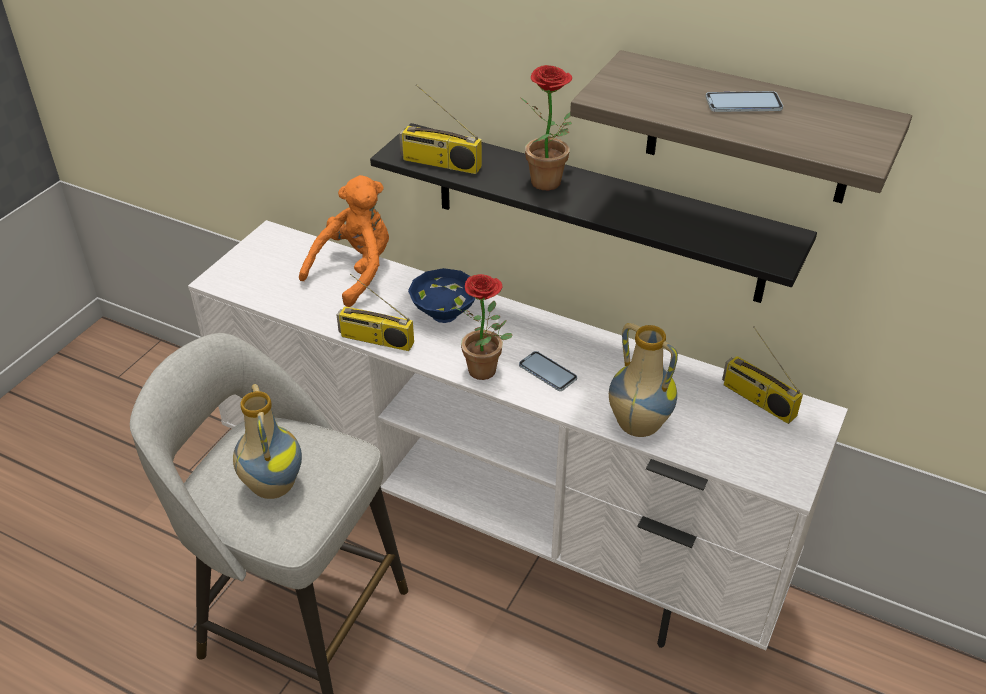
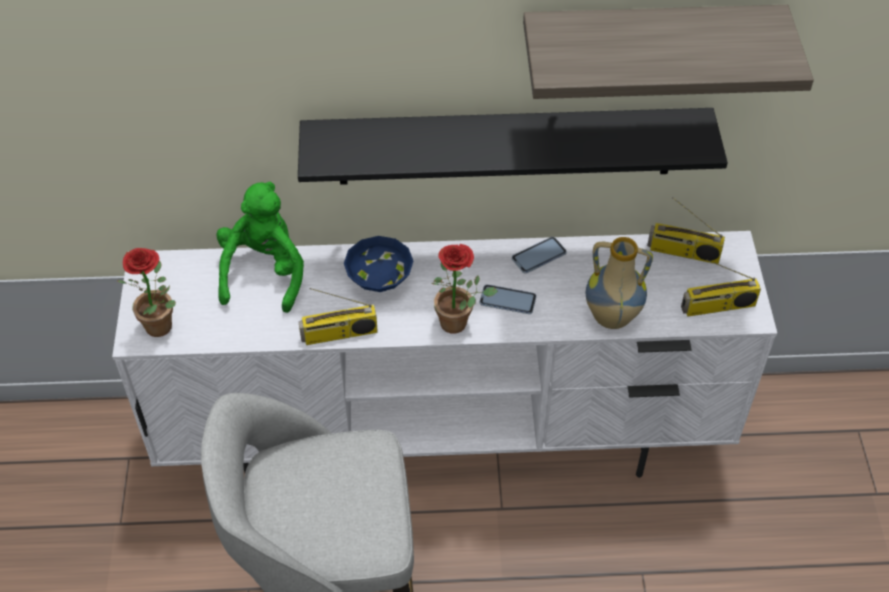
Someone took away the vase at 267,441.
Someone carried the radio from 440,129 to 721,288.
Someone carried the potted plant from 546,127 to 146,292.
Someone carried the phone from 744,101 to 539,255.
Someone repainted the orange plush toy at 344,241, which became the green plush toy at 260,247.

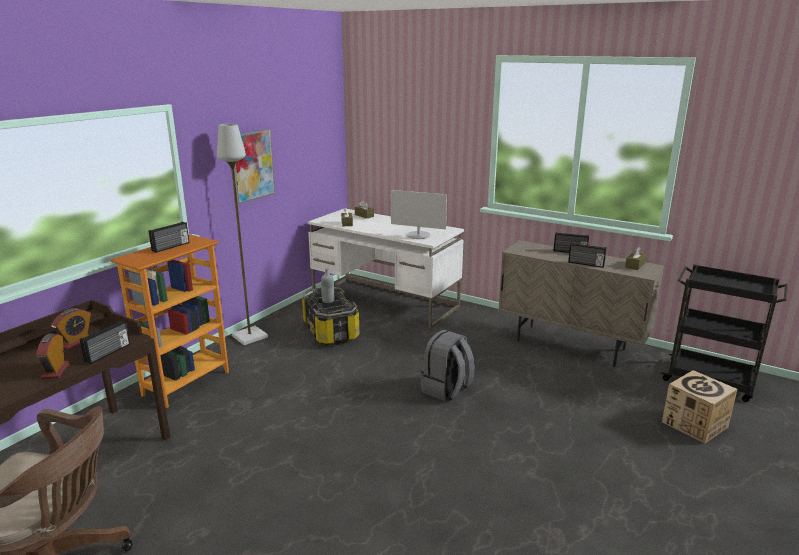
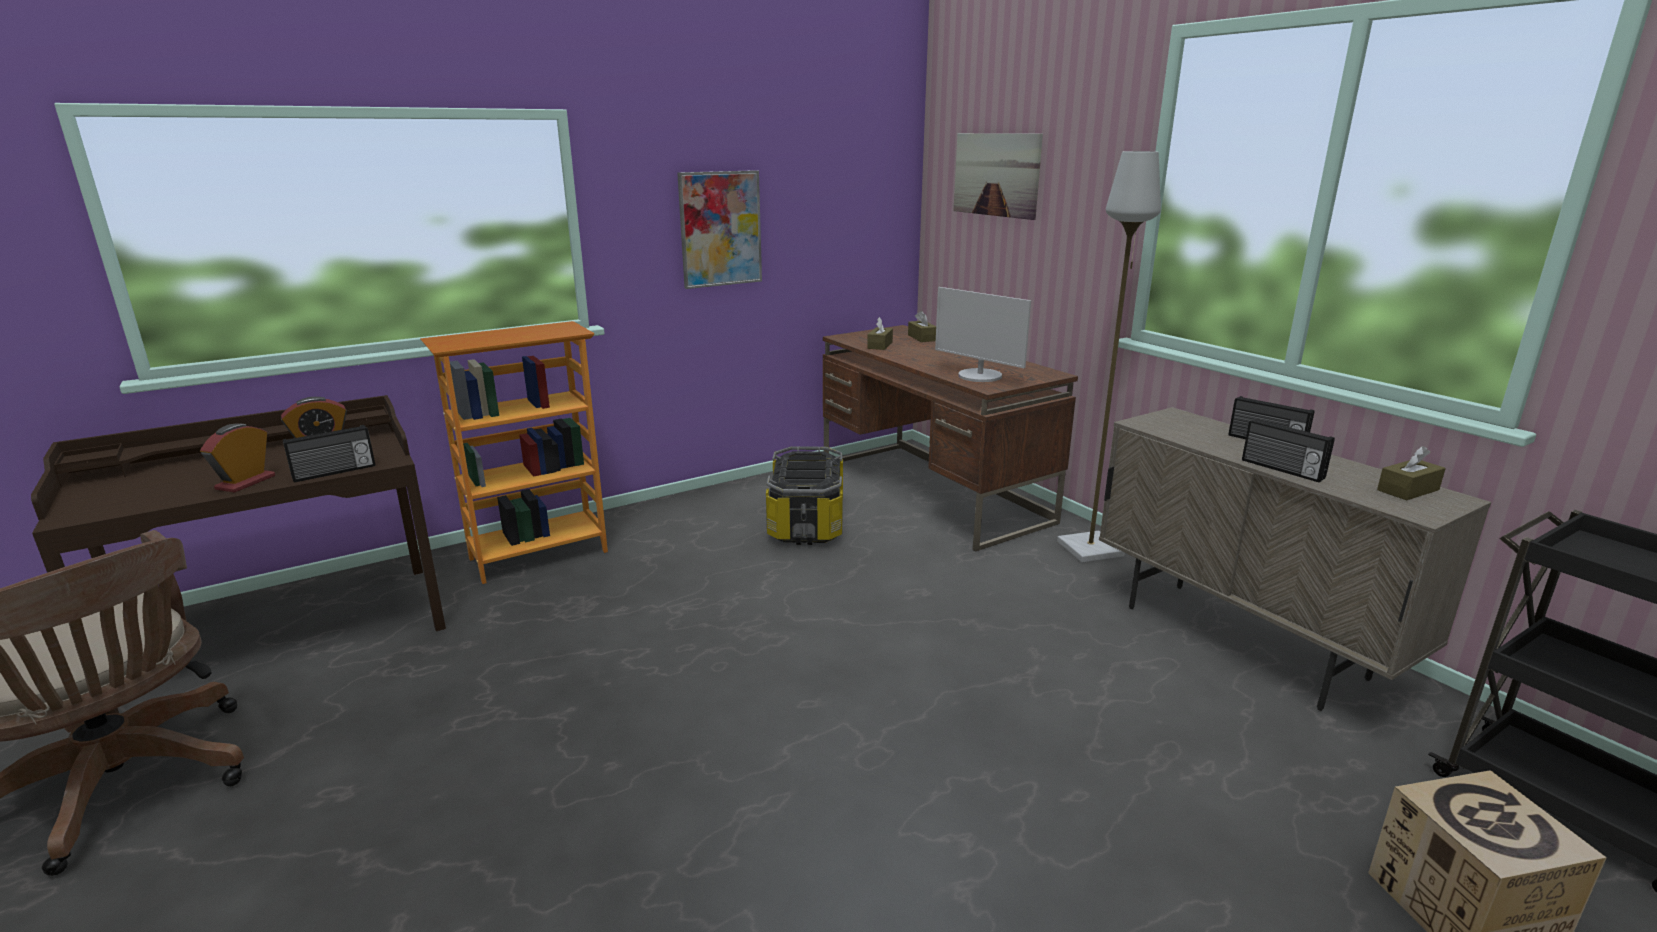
Someone took away the radio at 169,237.
Someone took away the grey bottle at 327,285.
Someone took away the grey backpack at 447,365.
Someone put up the picture at 998,176.
Someone carried the grey floor lamp from 242,234 to 1109,356.
Someone repainted the white desk at 386,269, which became the brown desk at 950,438.

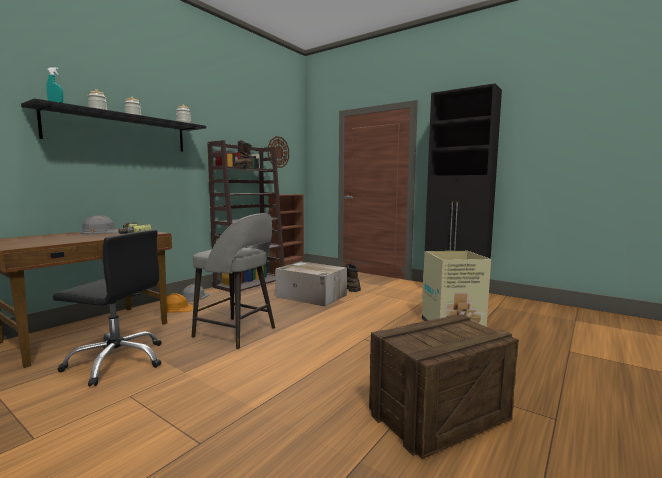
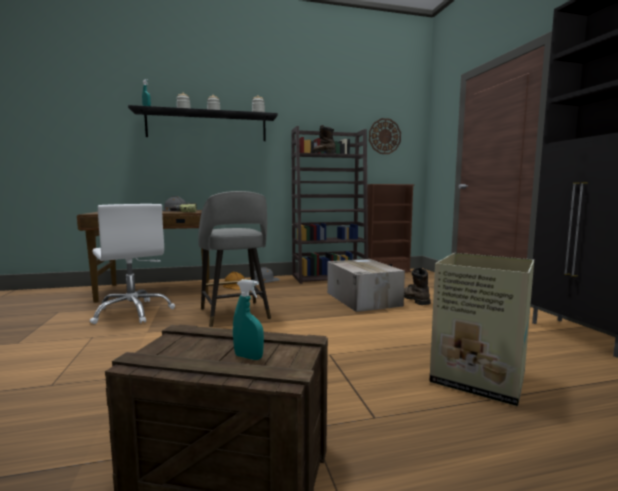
Someone put down the turquoise spray bottle at 248,319.
Someone repainted the black office chair at 107,308, which became the white office chair at 132,264.

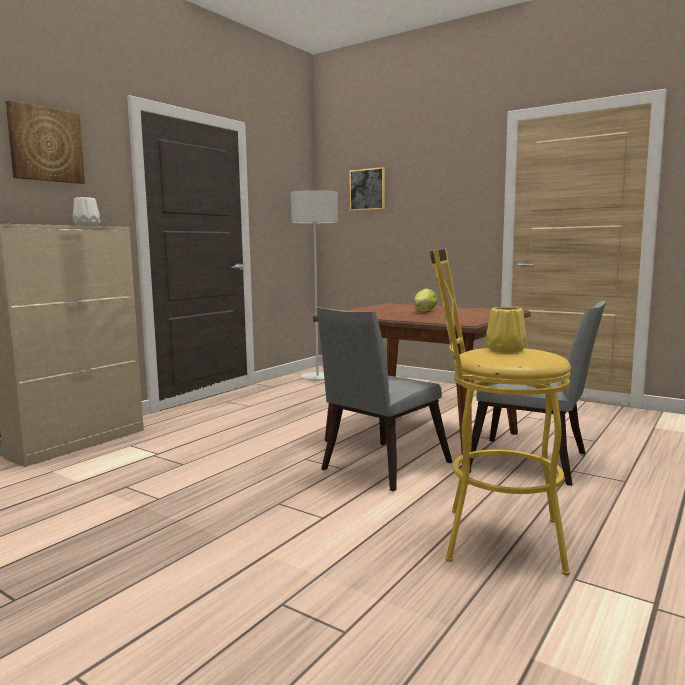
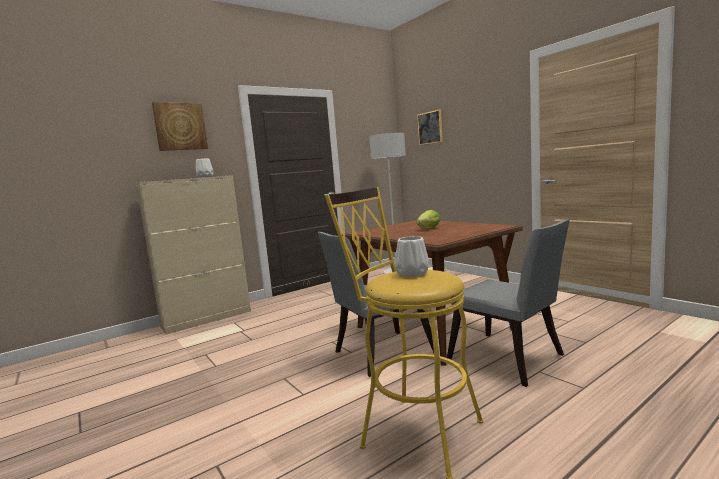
Someone repainted the yellow vase at 506,330, which became the white vase at 412,256.

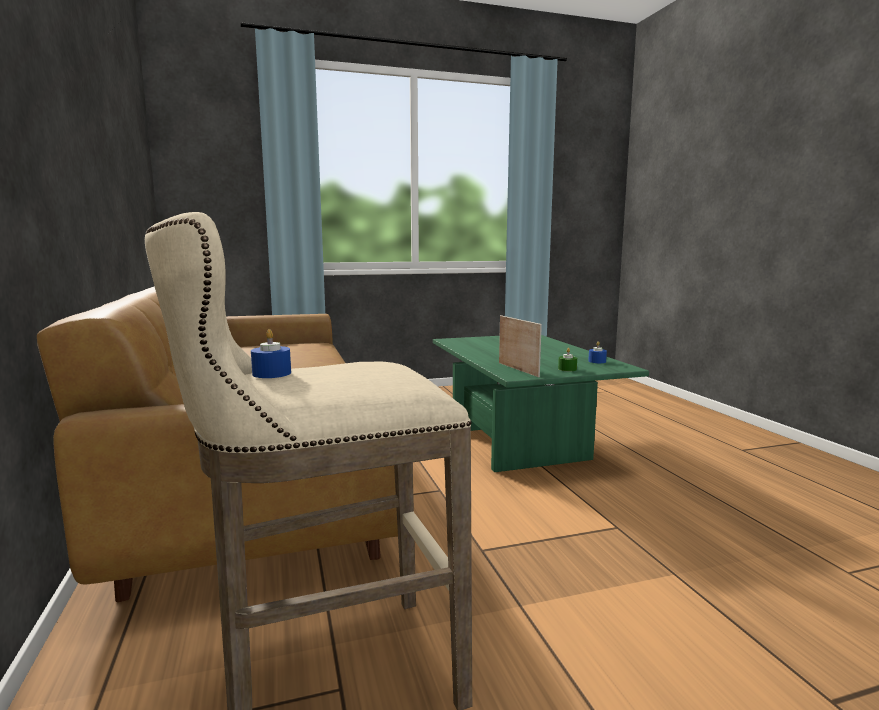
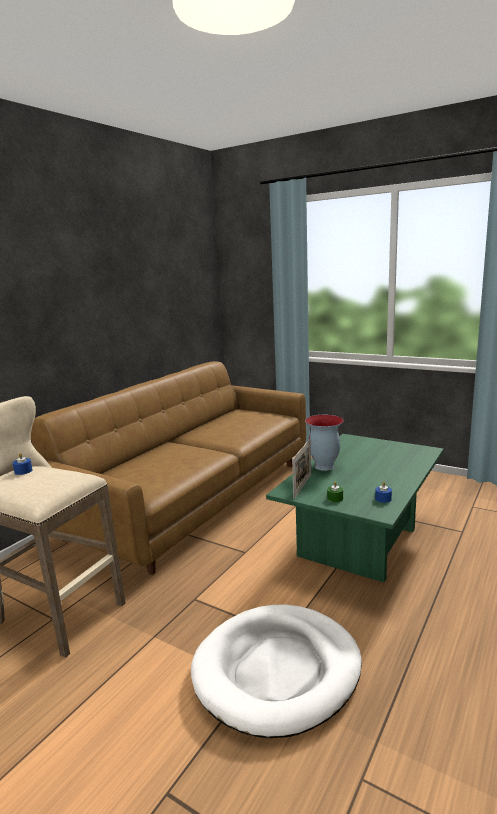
Someone put down the white dog bed at 276,671.
Someone put down the vase at 324,443.

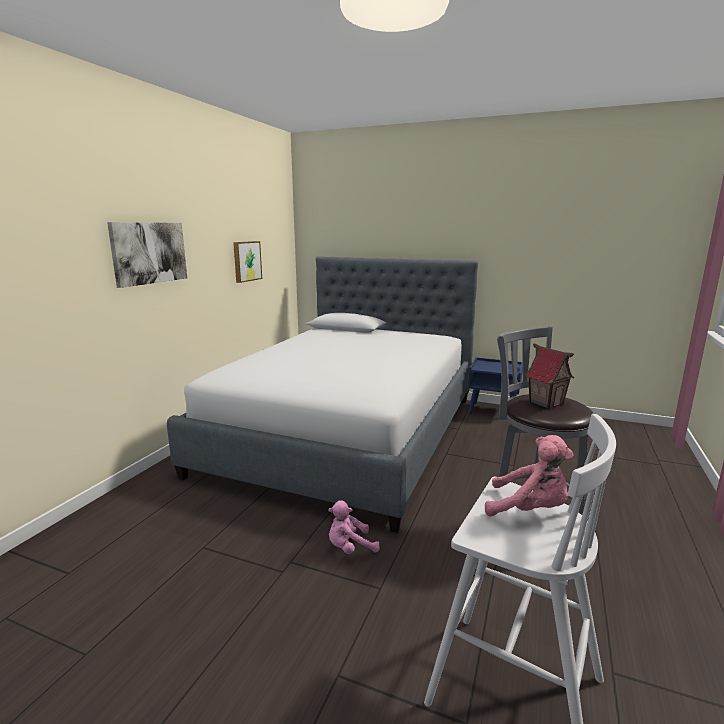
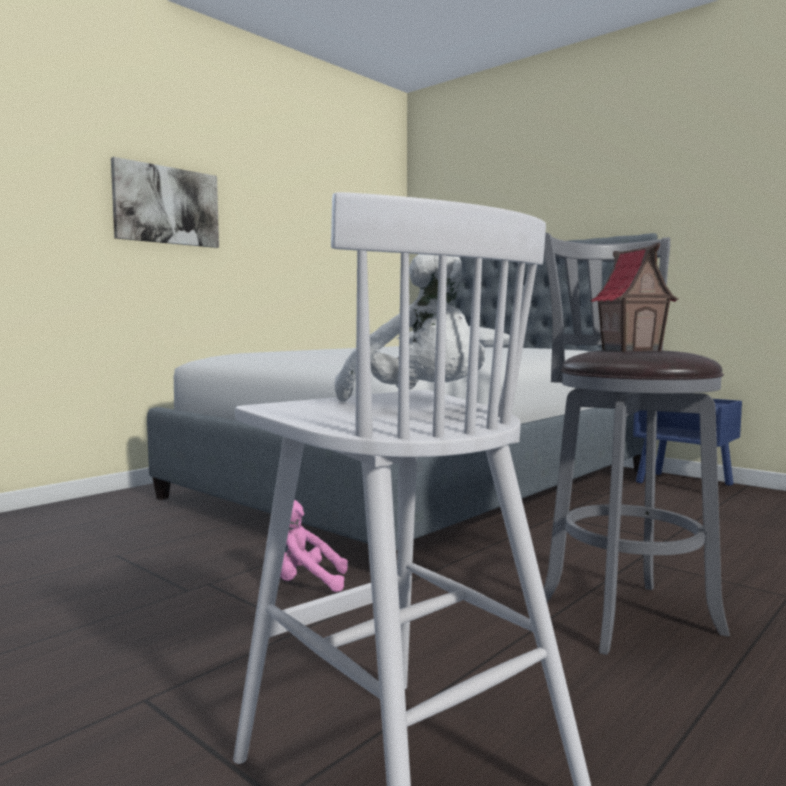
Someone took away the picture at 247,262.
Someone repainted the pink plush toy at 529,475, which became the white plush toy at 410,328.

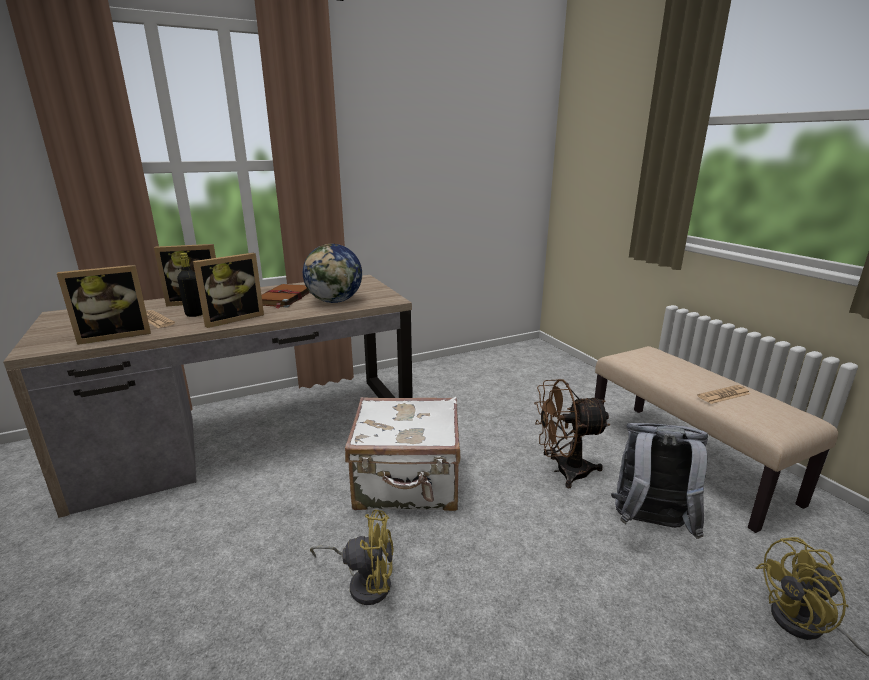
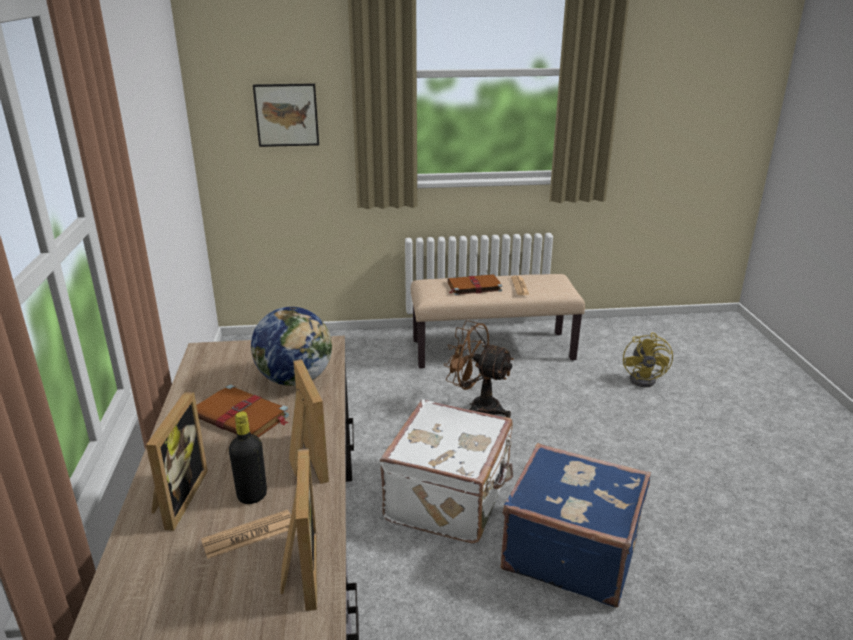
Someone took away the grey backpack at 659,481.
Someone put up the picture at 286,115.
Someone put down the brown book at 475,284.
Someone swapped the yellow fan at 352,557 for the blue suitcase at 576,525.
Someone rotated the brown fan at 572,434 by 105 degrees clockwise.

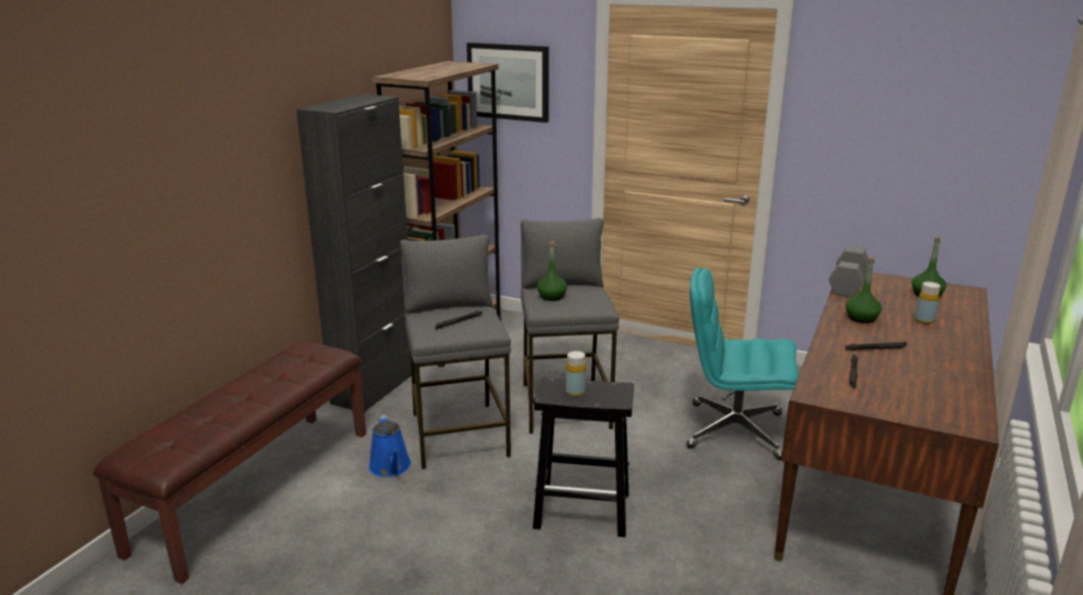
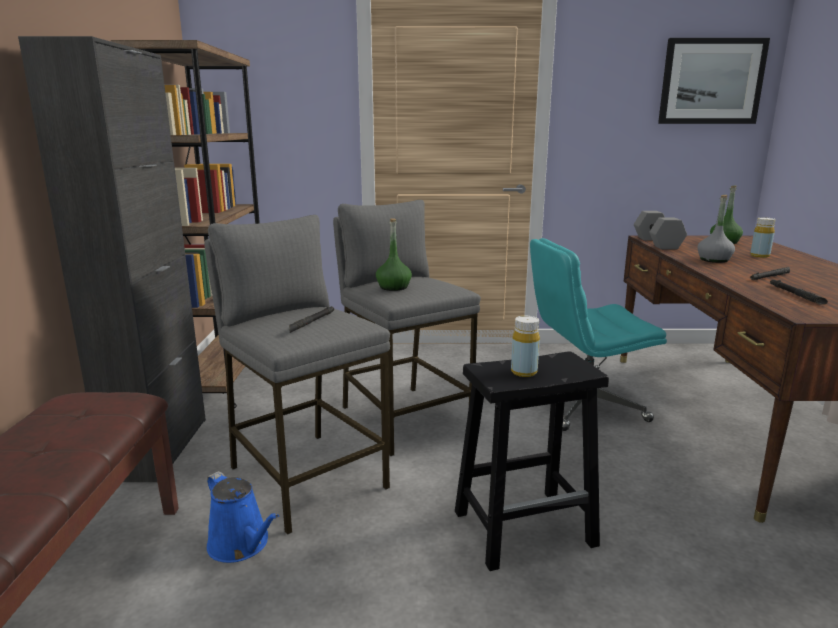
Someone carried the picture from 508,83 to 714,81.
Someone repainted the green bottle at 864,290, which became the grey bottle at 716,229.

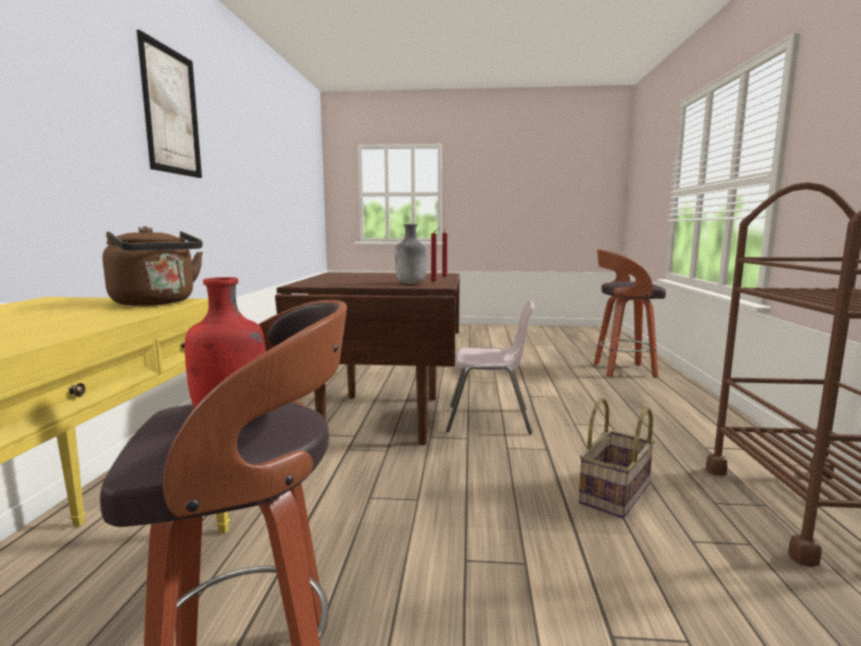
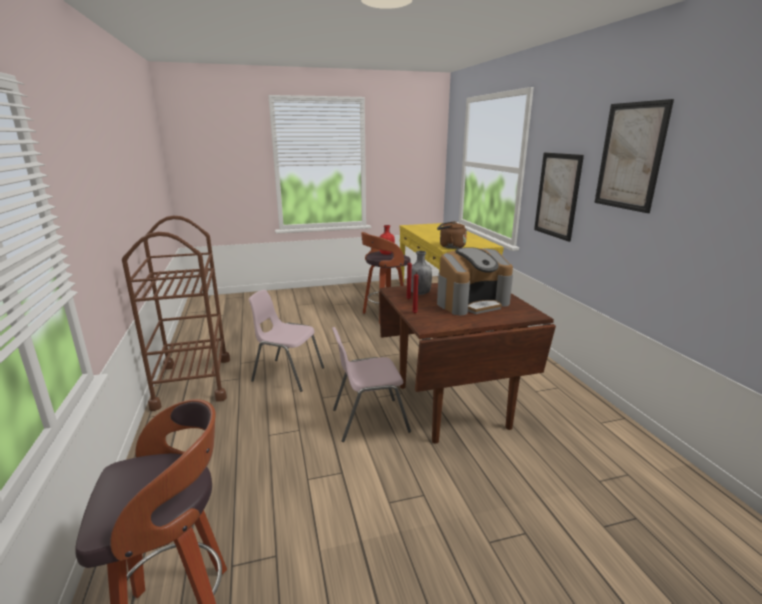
Someone put down the coffee machine at 475,281.
Someone put up the picture at 559,197.
Someone swapped the basket at 616,458 for the pink chair at 286,341.

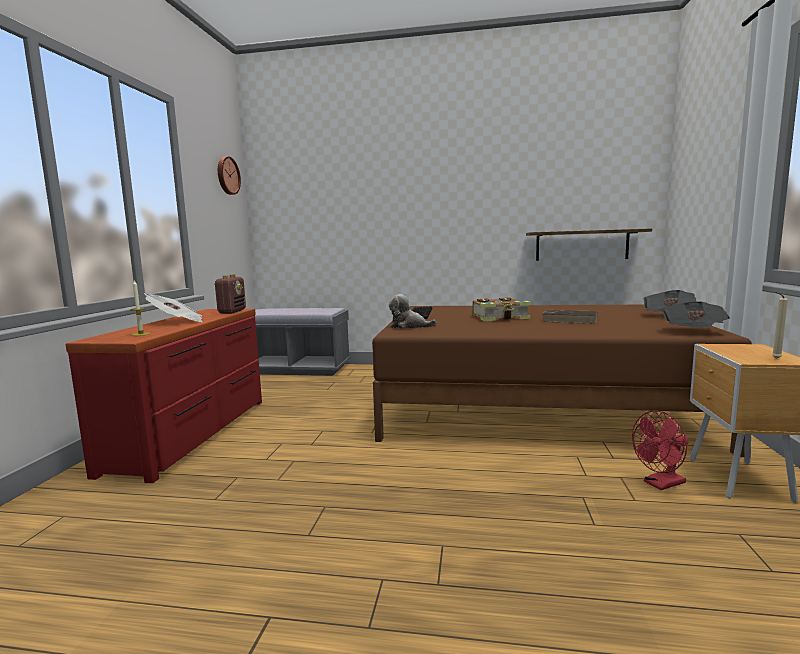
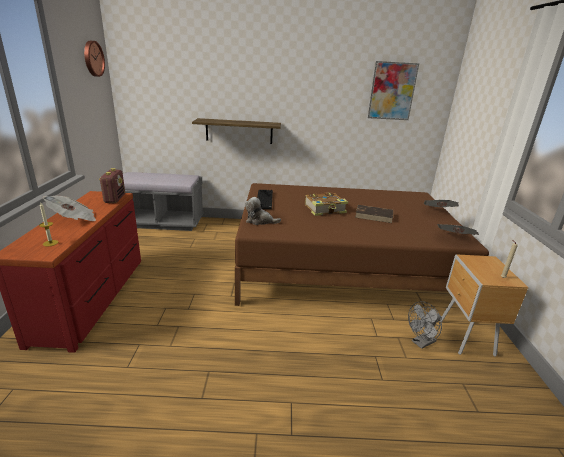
Someone put up the picture at 393,90.
Someone carried the shelf from 589,244 to 236,131.
Someone repainted the red fan at 660,450, which became the grey fan at 425,325.

